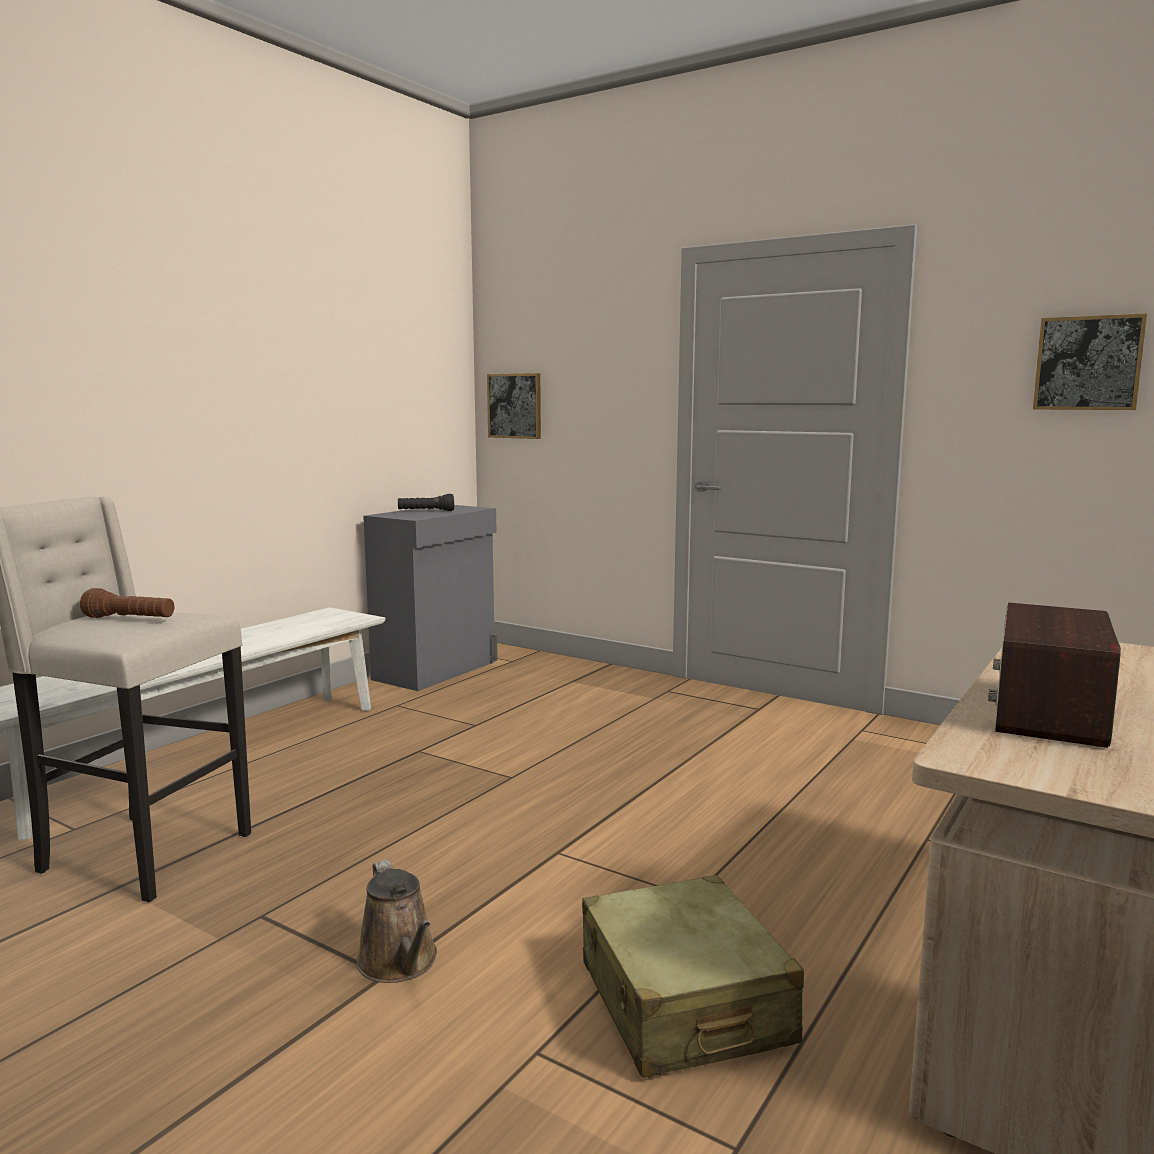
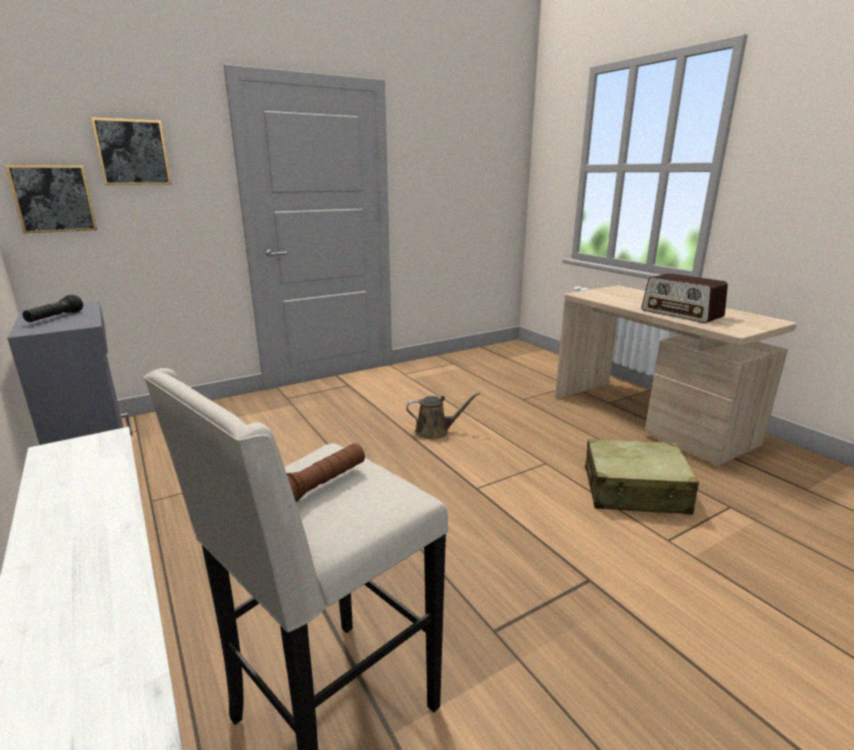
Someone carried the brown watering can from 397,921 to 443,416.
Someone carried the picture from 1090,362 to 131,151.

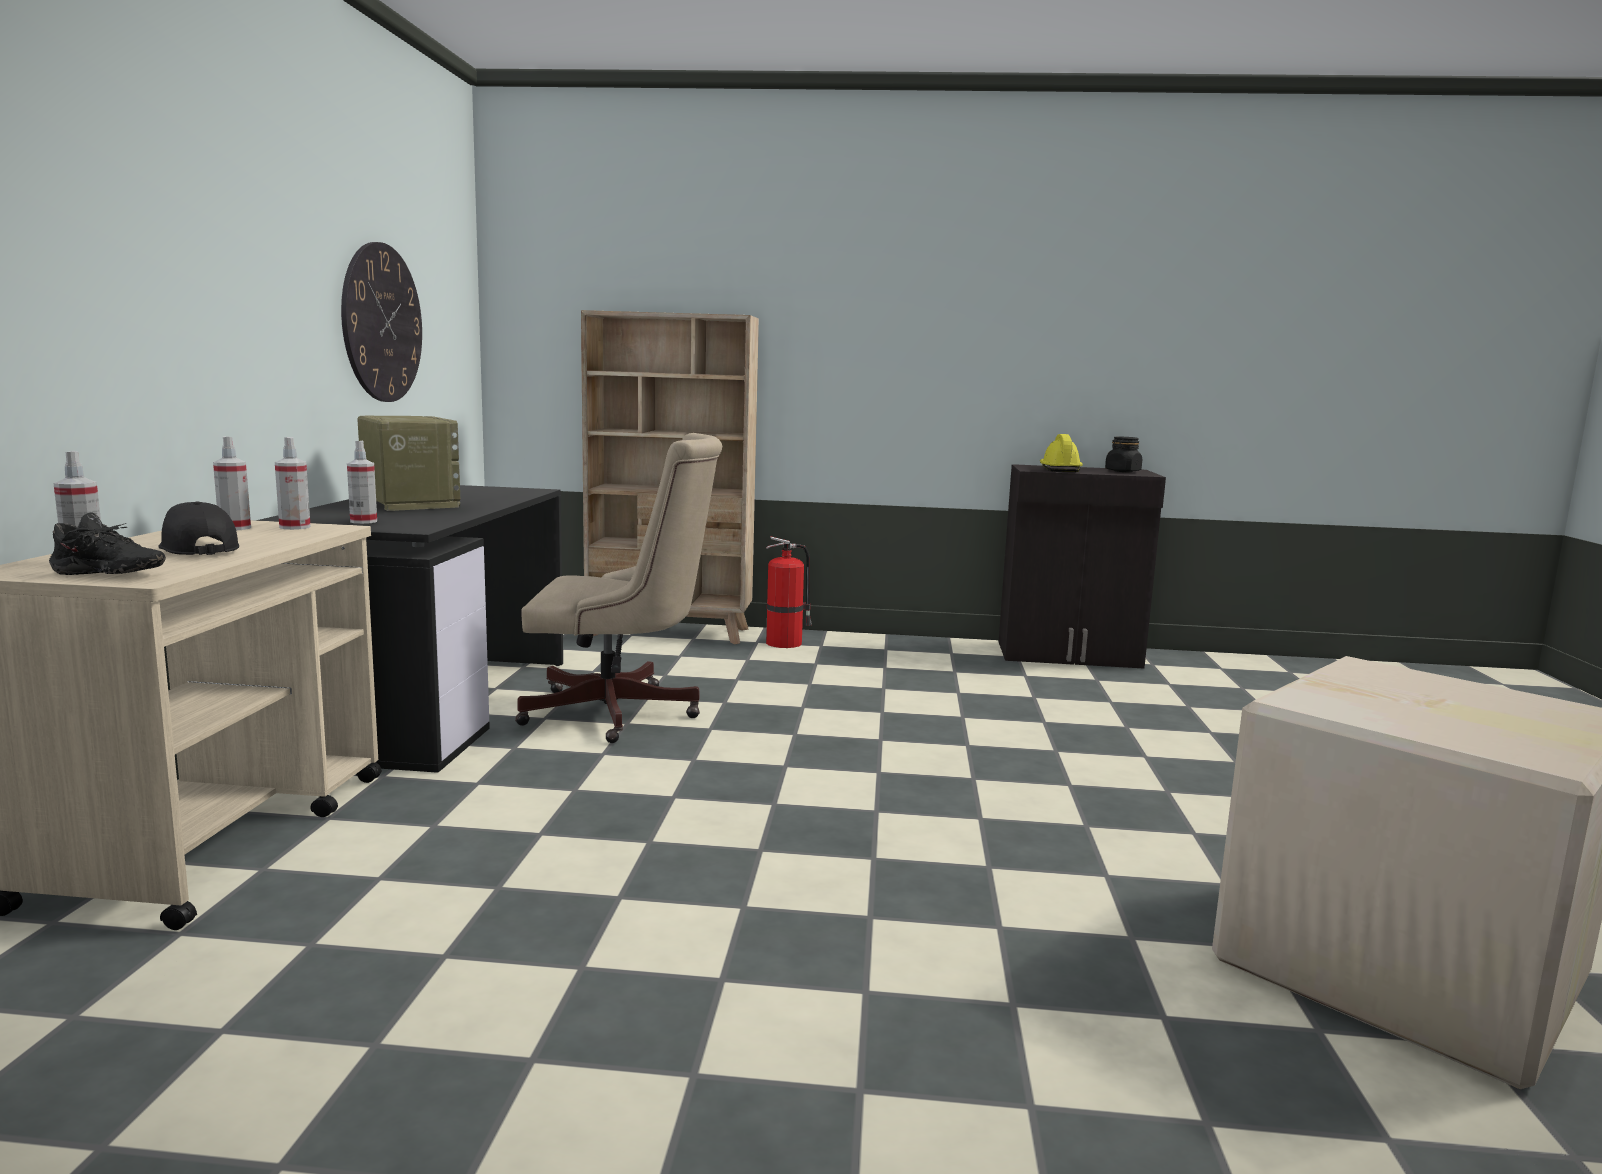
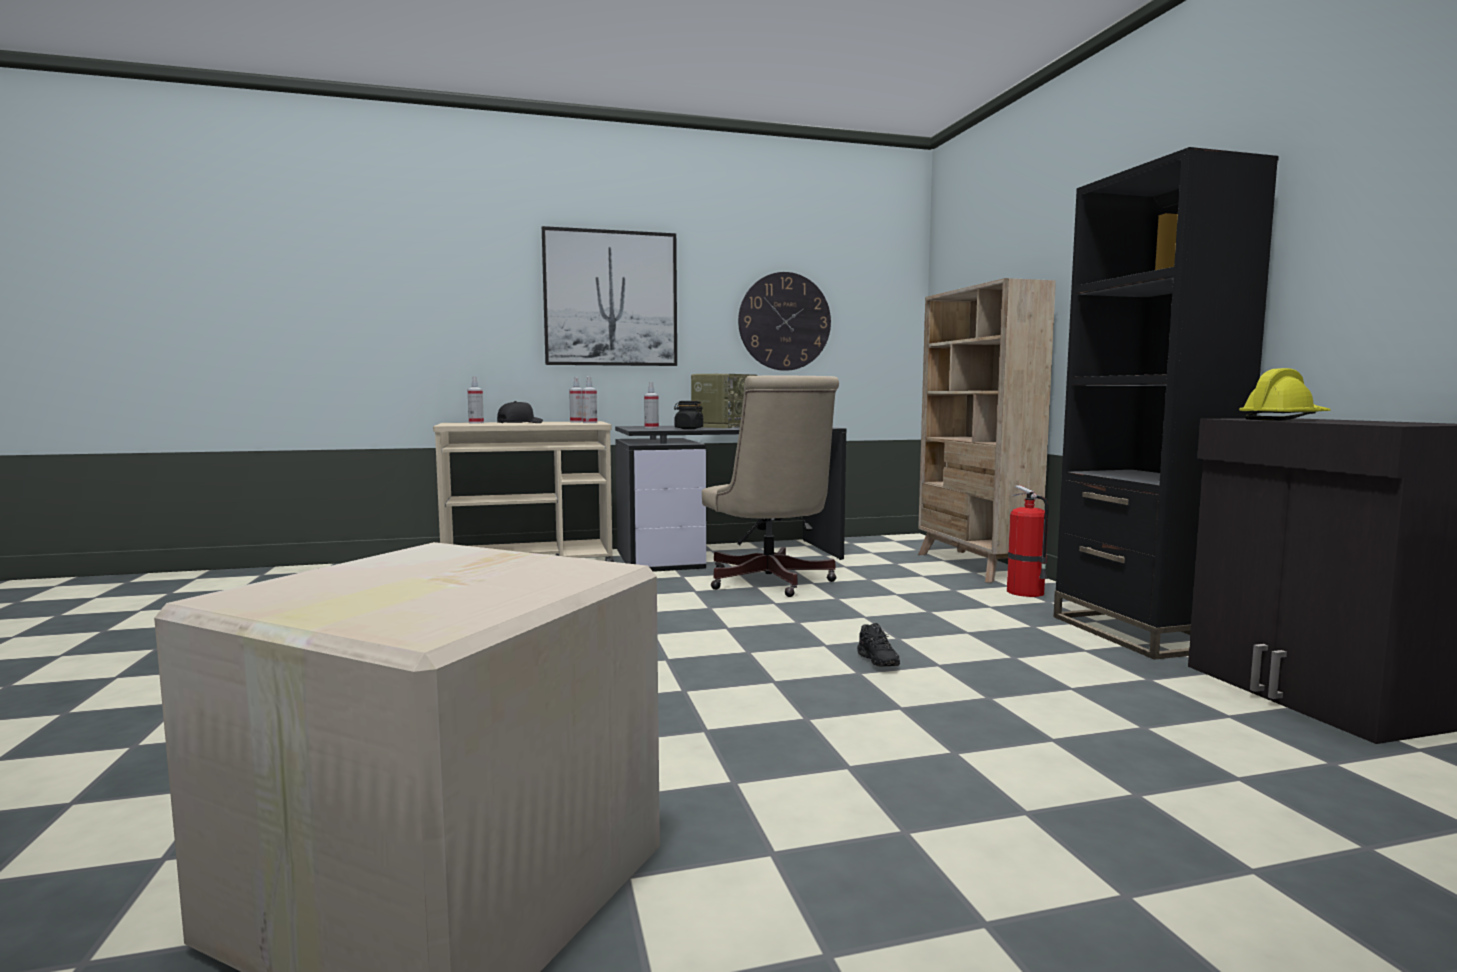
Someone put up the picture at 609,296.
Someone put down the black bookcase at 1166,403.
Someone carried the black shoe from 107,543 to 878,645.
Someone carried the black jar from 1123,454 to 689,415.

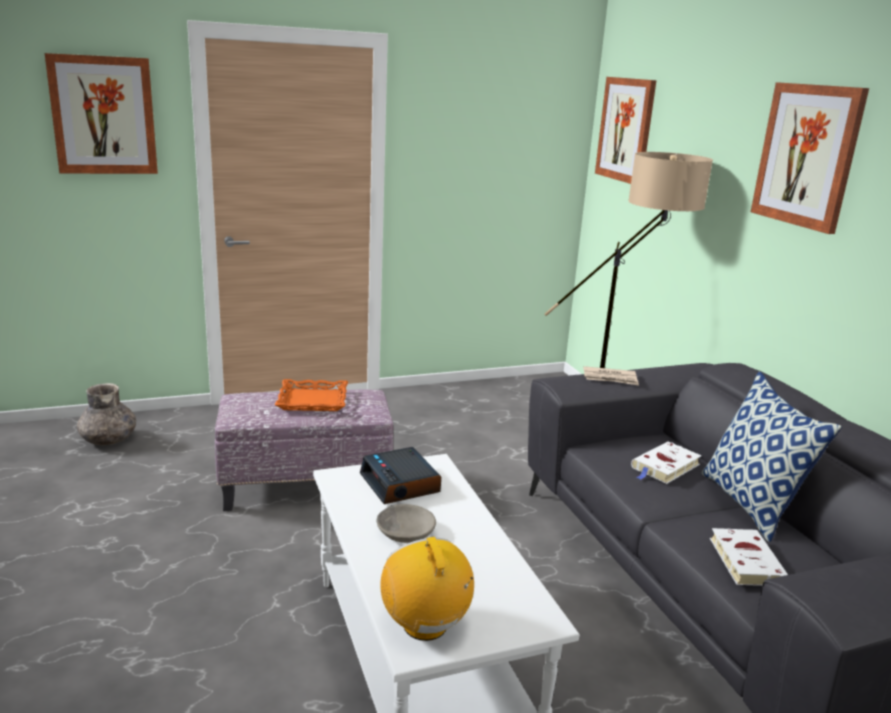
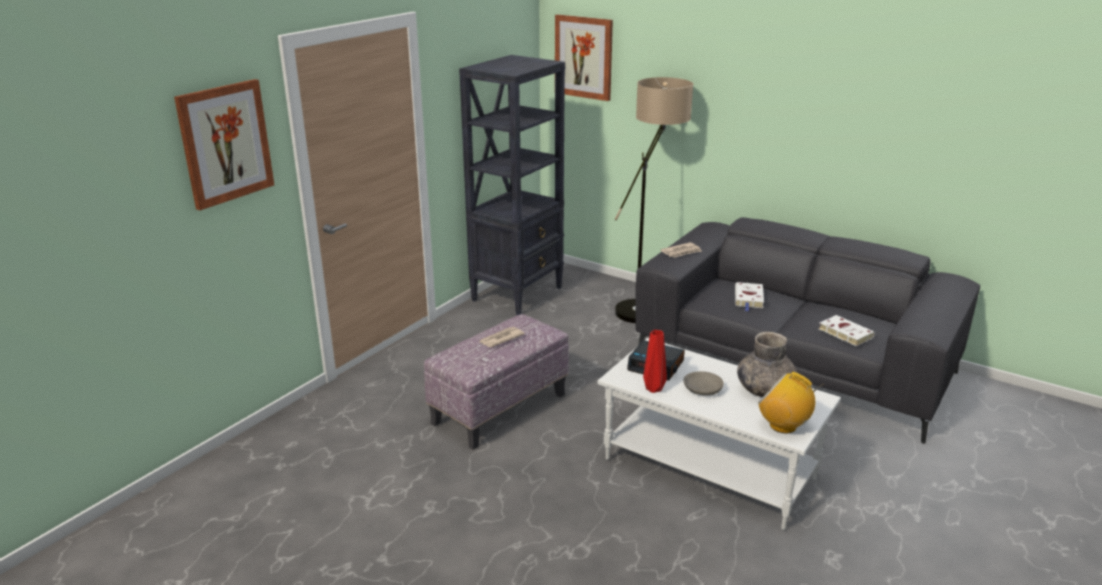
Someone took away the pillow at 771,456.
Someone took away the picture at 810,158.
Someone put down the black bookcase at 512,185.
Someone put down the red vase at 655,361.
Someone carried the grey vase from 106,414 to 767,364.
Someone swapped the orange tray at 311,395 for the newspaper at 501,337.

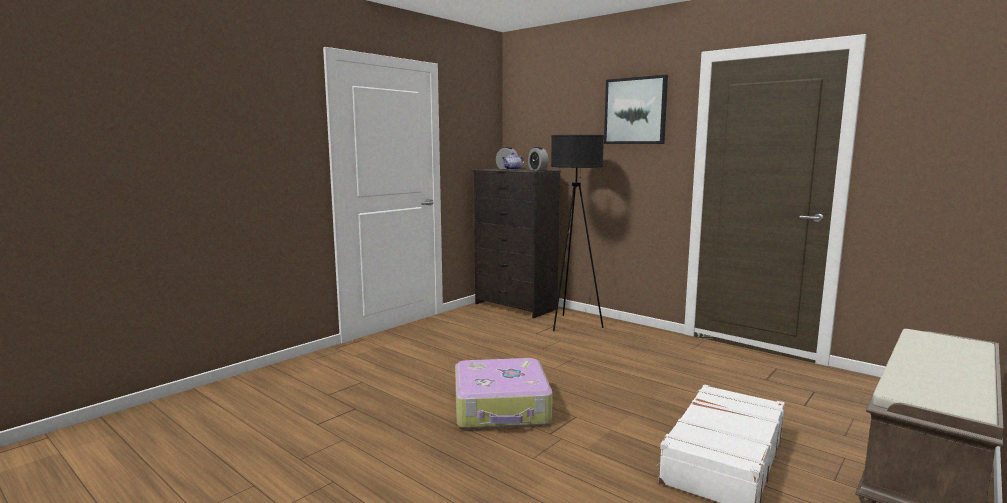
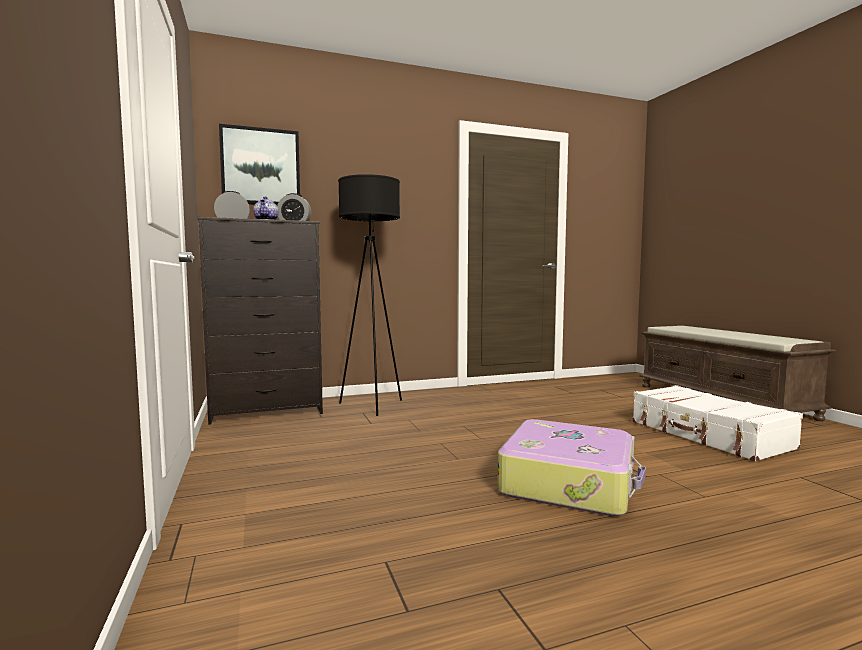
Someone carried the picture from 636,109 to 259,164.

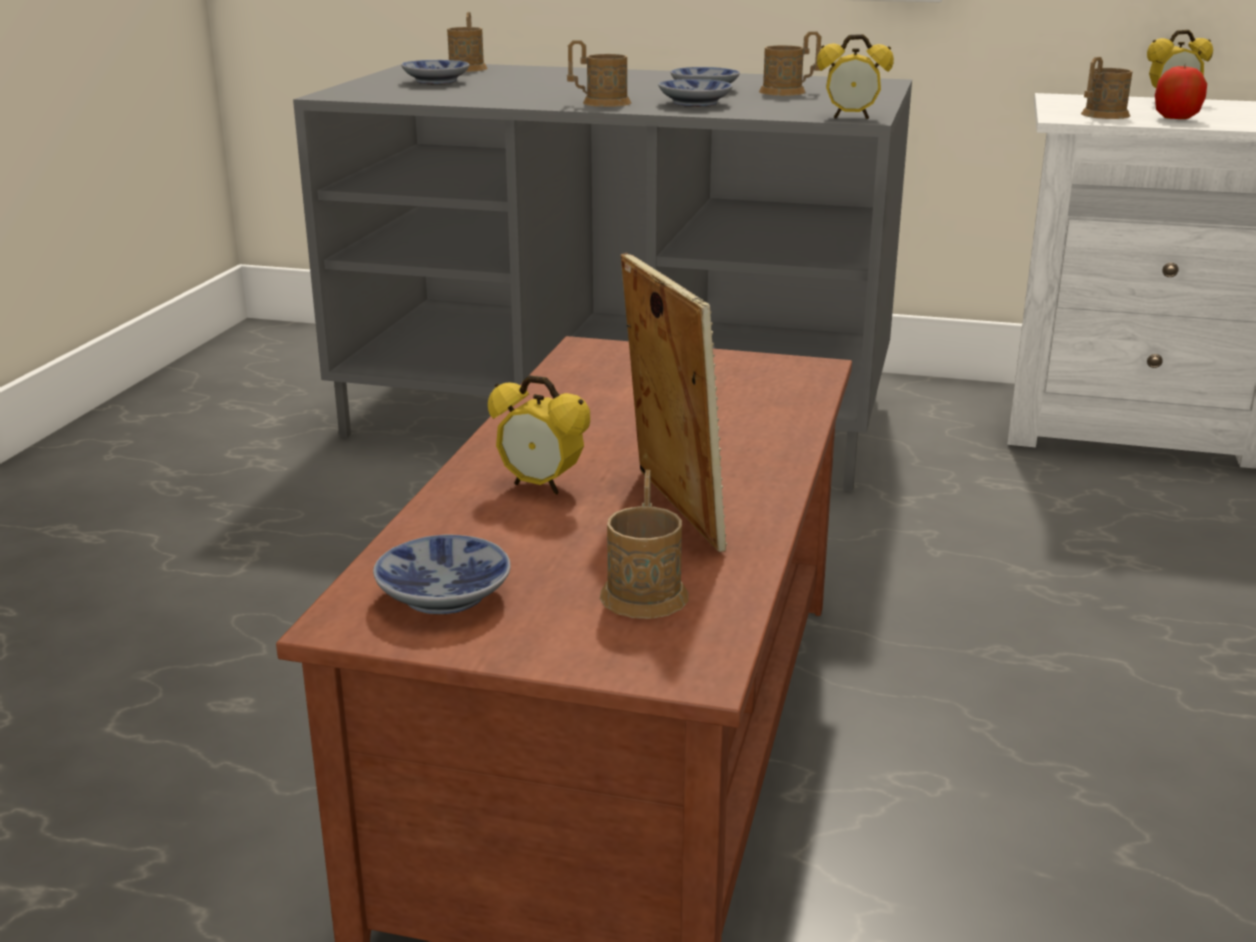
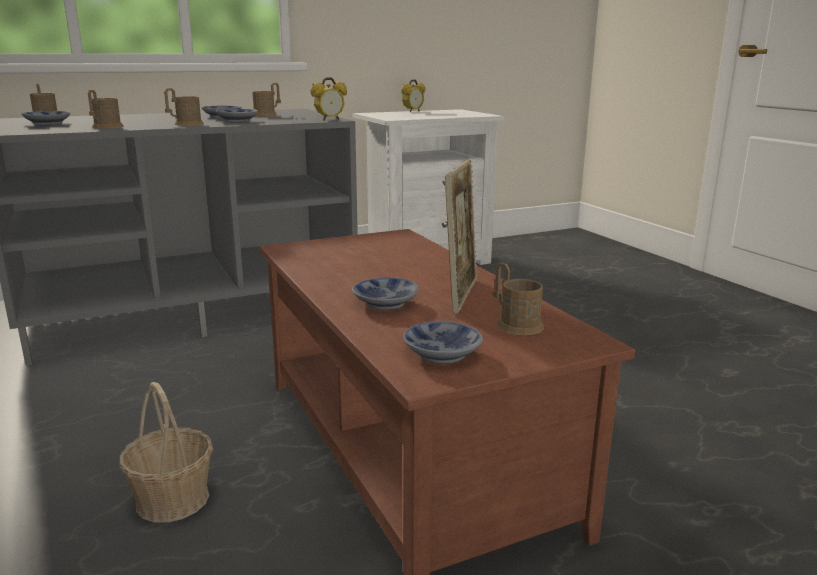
Someone took away the apple at 1181,92.
Someone put down the basket at 166,452.
Someone carried the brown mug from 1107,88 to 106,109.
Someone swapped the alarm clock at 539,434 for the bowl at 385,293.
Someone rotated the picture frame at 674,402 by 75 degrees clockwise.

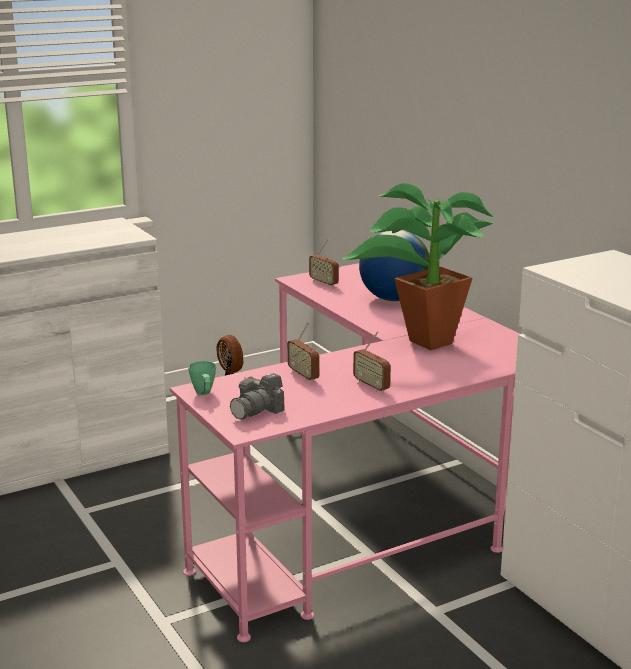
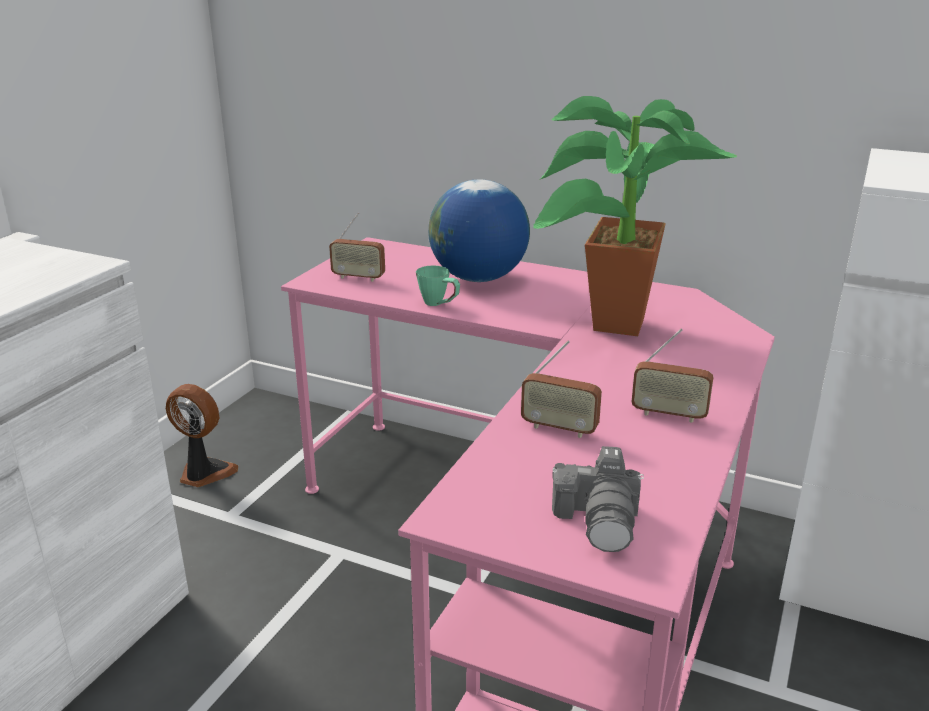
Someone carried the green mug from 202,378 to 438,285.

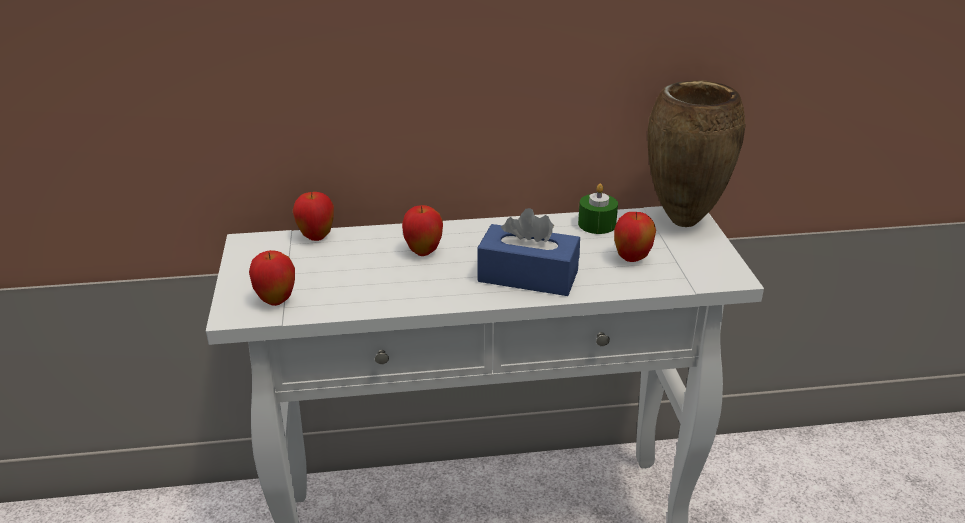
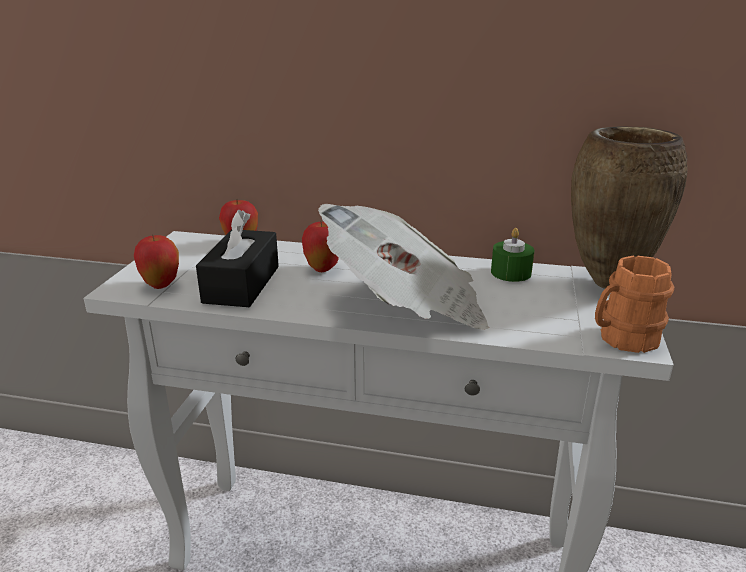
Someone took away the apple at 635,237.
Someone put down the black tissue box at 237,258.
Someone put down the orange mug at 634,304.
Someone swapped the blue tissue box at 528,252 for the newspaper at 404,267.

